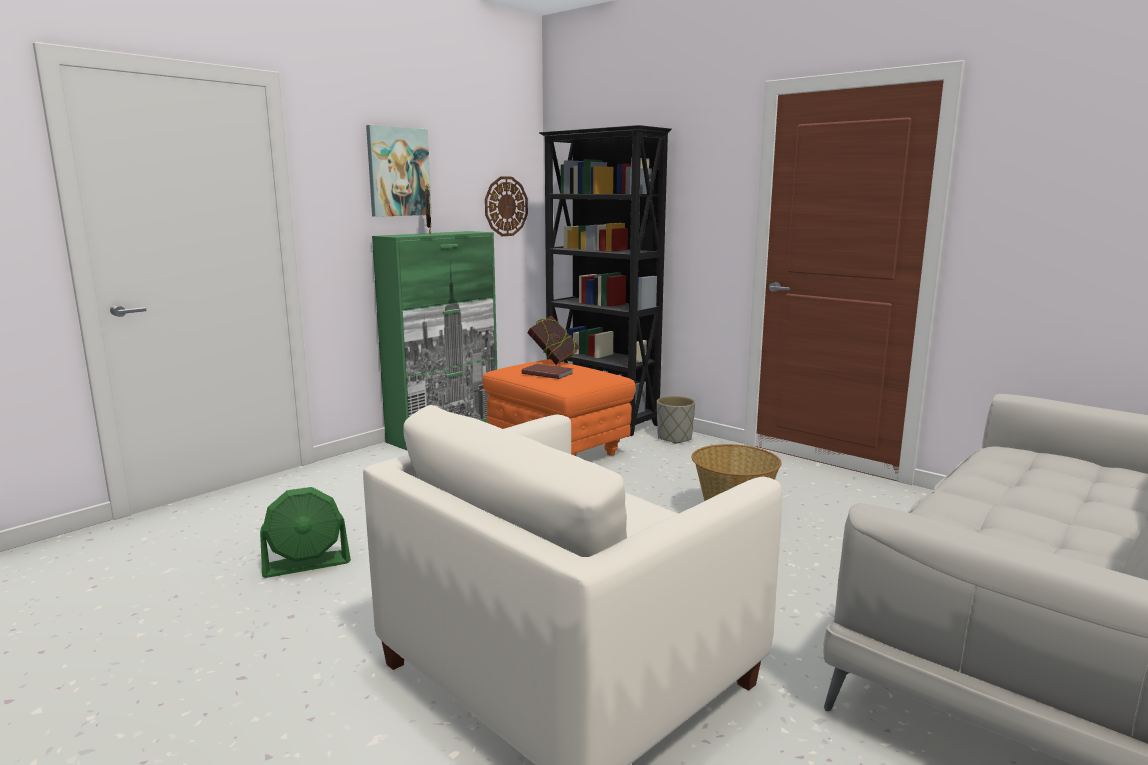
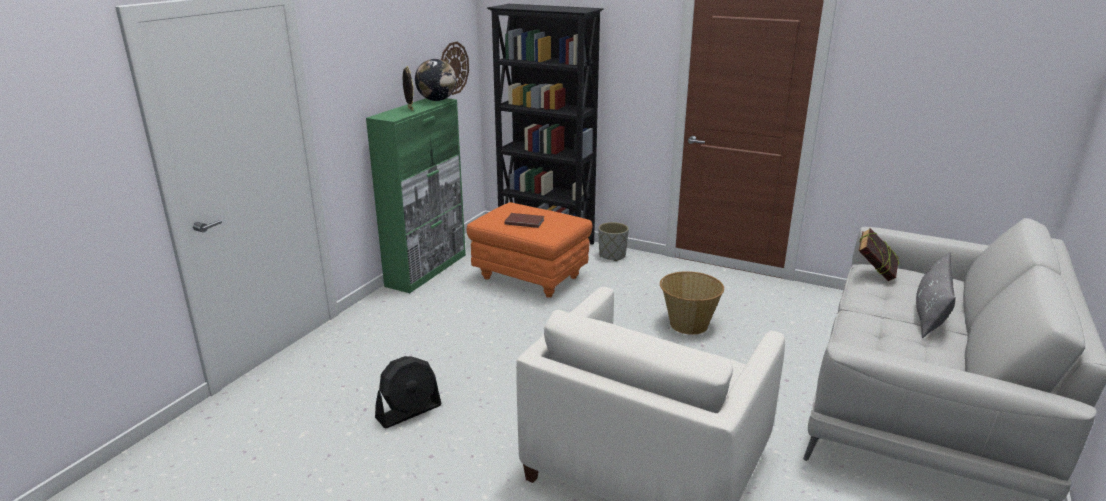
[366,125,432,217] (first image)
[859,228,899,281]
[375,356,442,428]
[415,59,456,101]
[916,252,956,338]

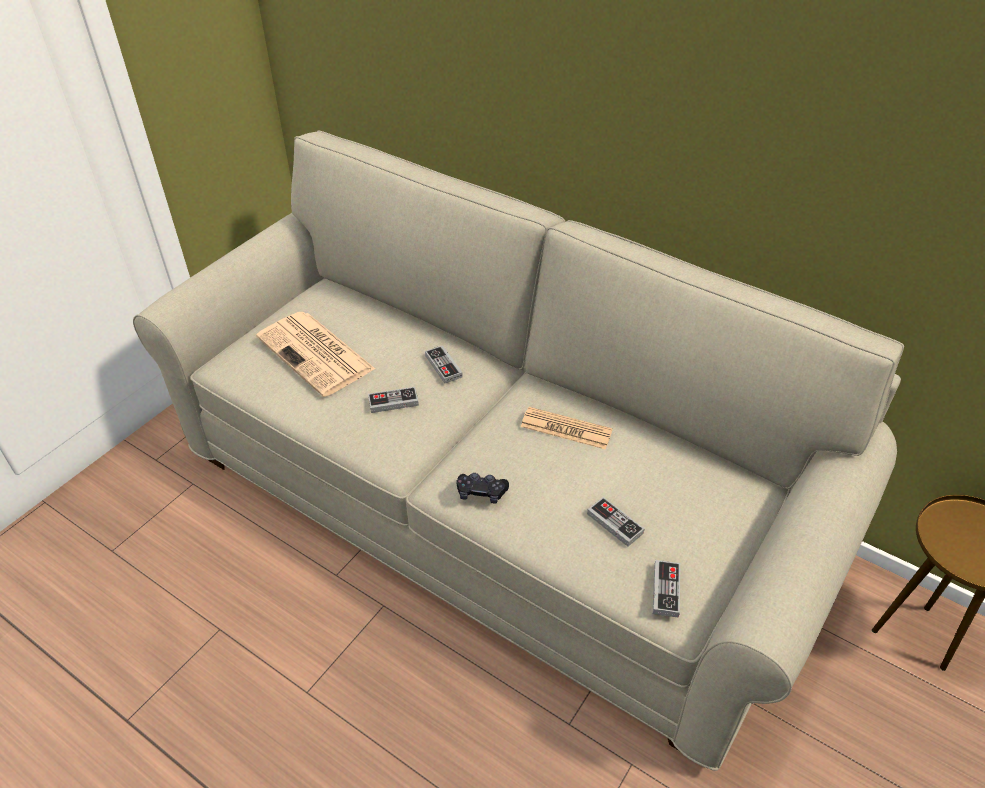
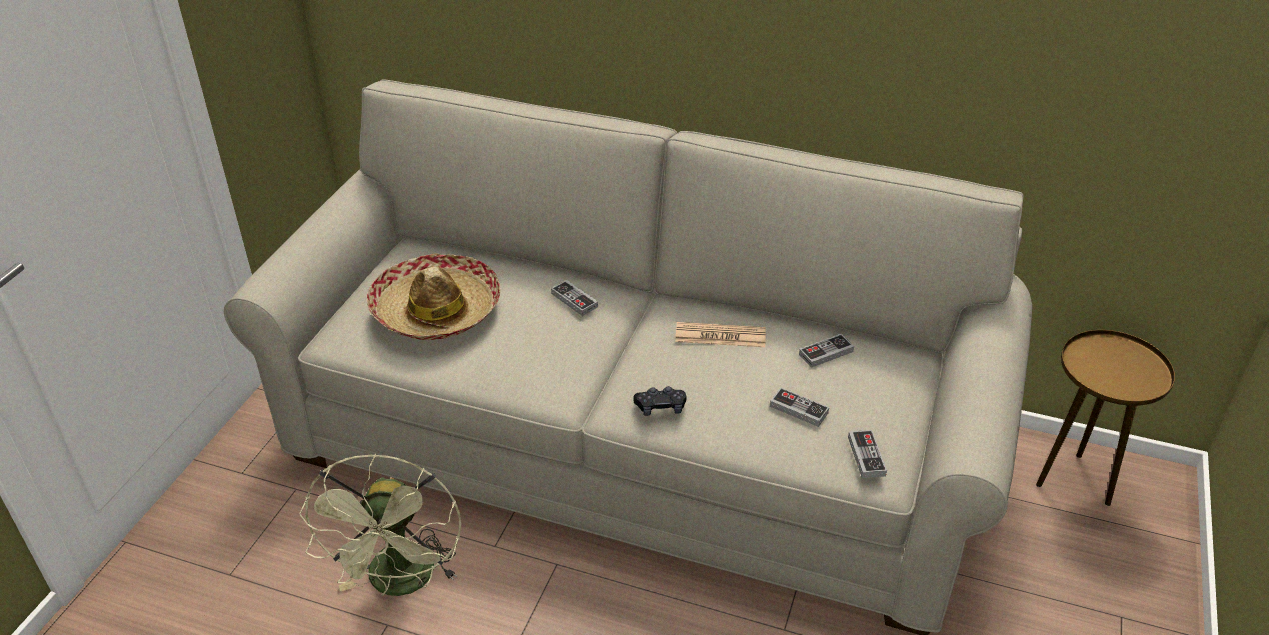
[367,253,500,340]
[799,334,854,368]
[299,454,461,596]

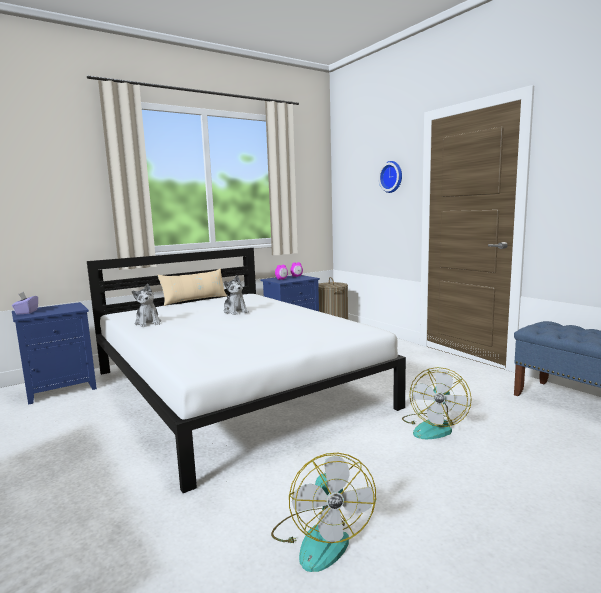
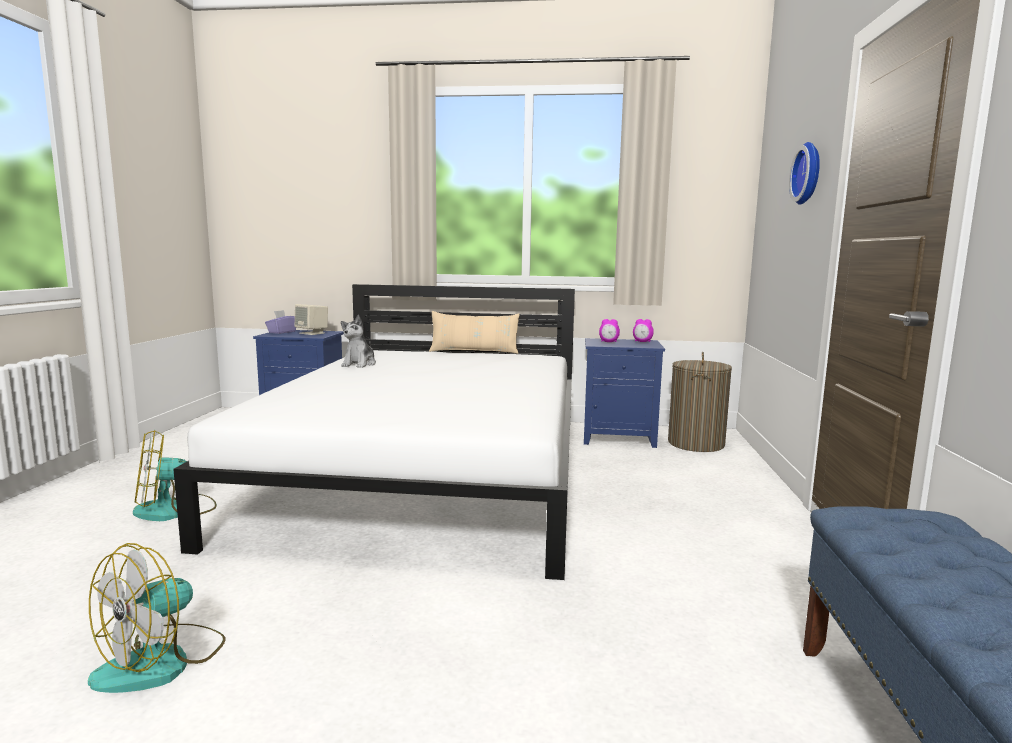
[223,275,249,315] (first image)
[133,430,217,521]
[295,304,328,335]

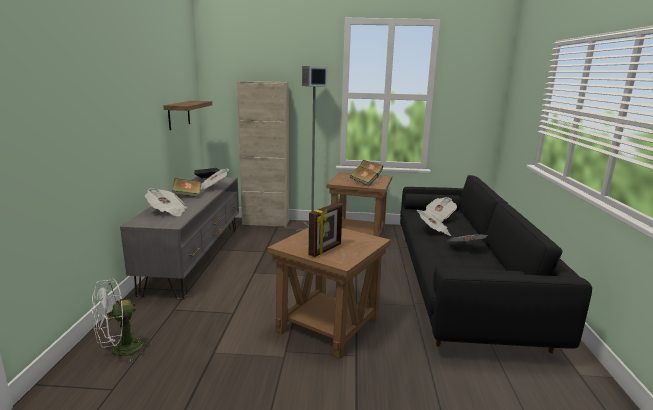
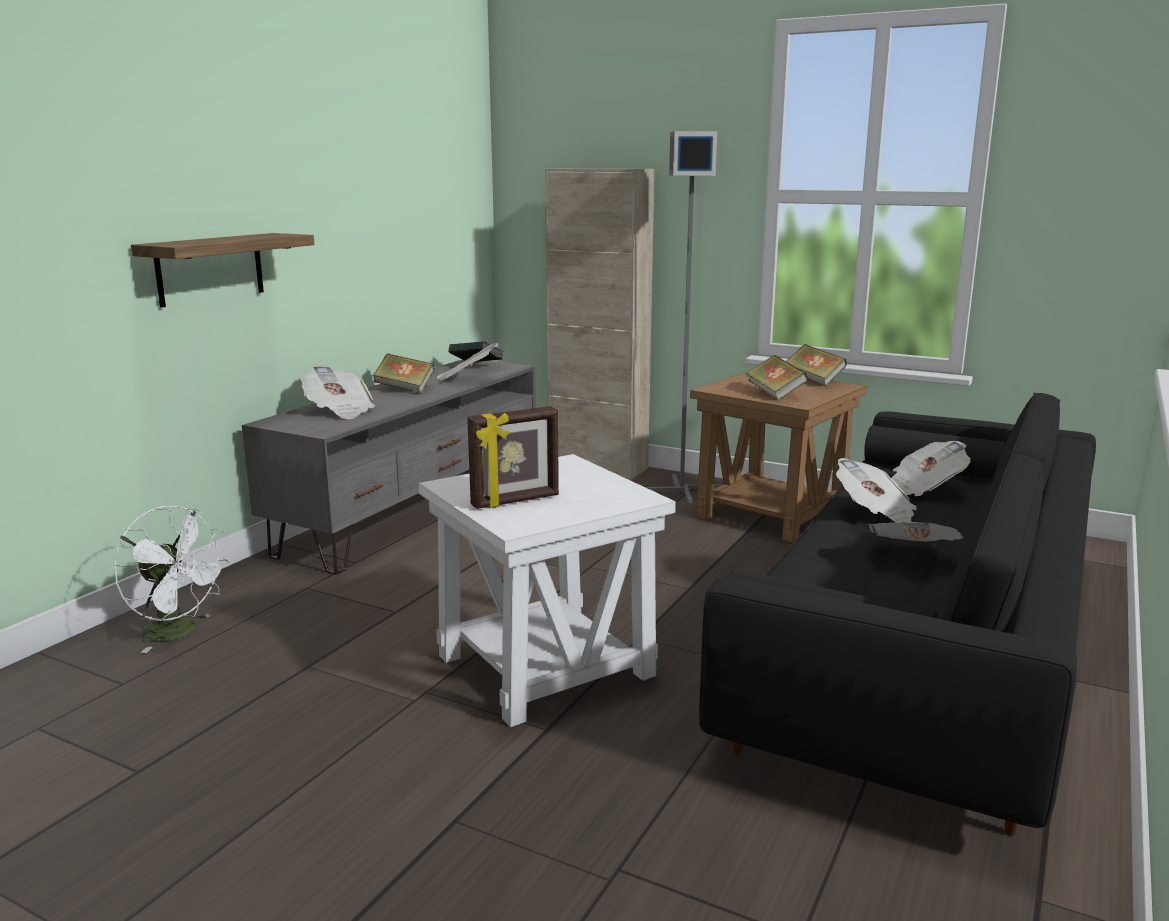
[131,233,314,308]
[418,454,676,727]
[114,506,230,653]

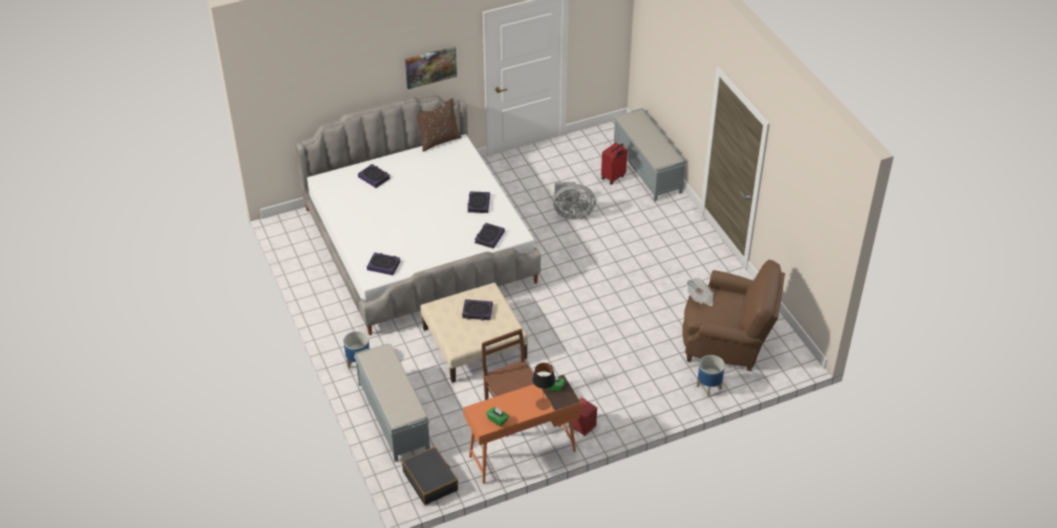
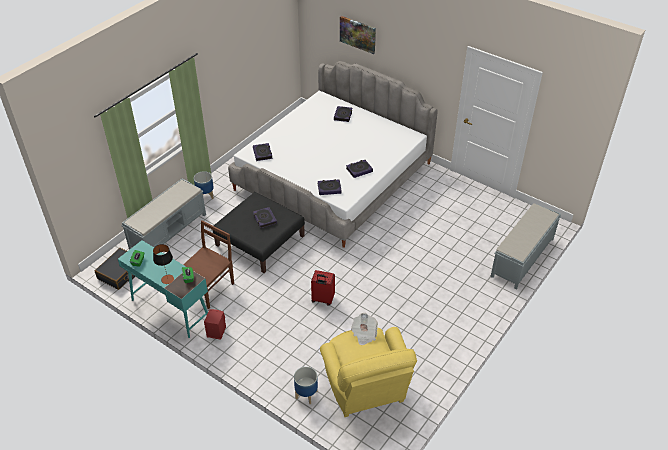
[340,16,376,54]
[417,98,462,152] (first image)
[311,270,335,305]
[553,182,596,220] (first image)
[320,327,417,417]
[213,192,305,273]
[118,240,208,338]

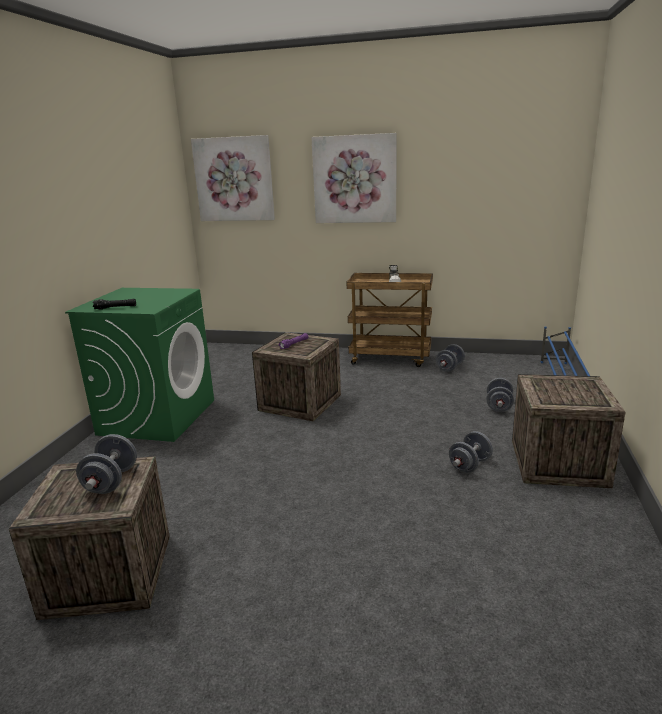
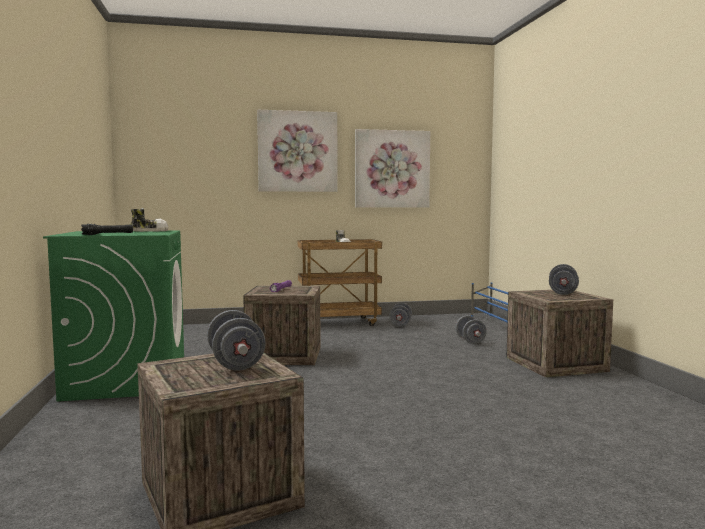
[355,129,430,208]
[549,264,579,295]
[130,208,168,232]

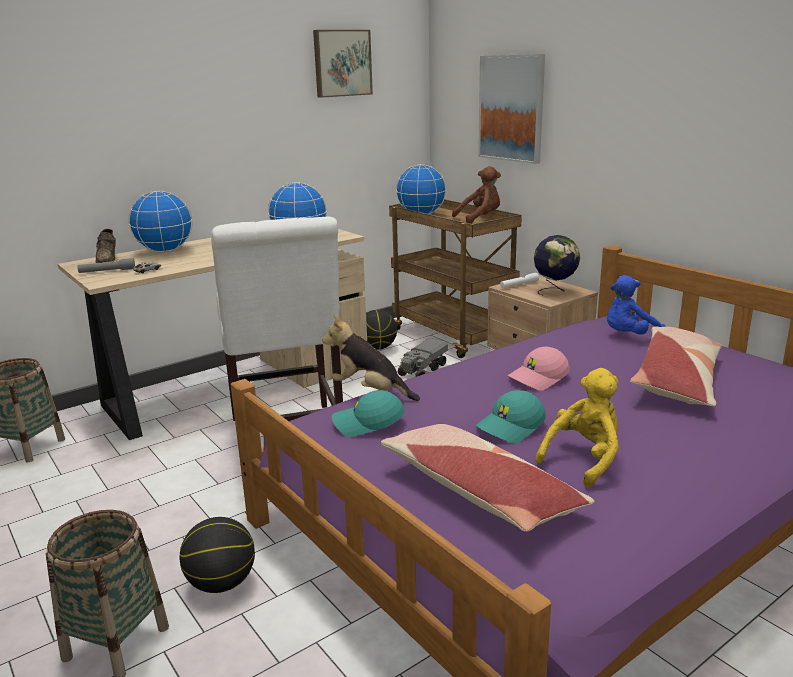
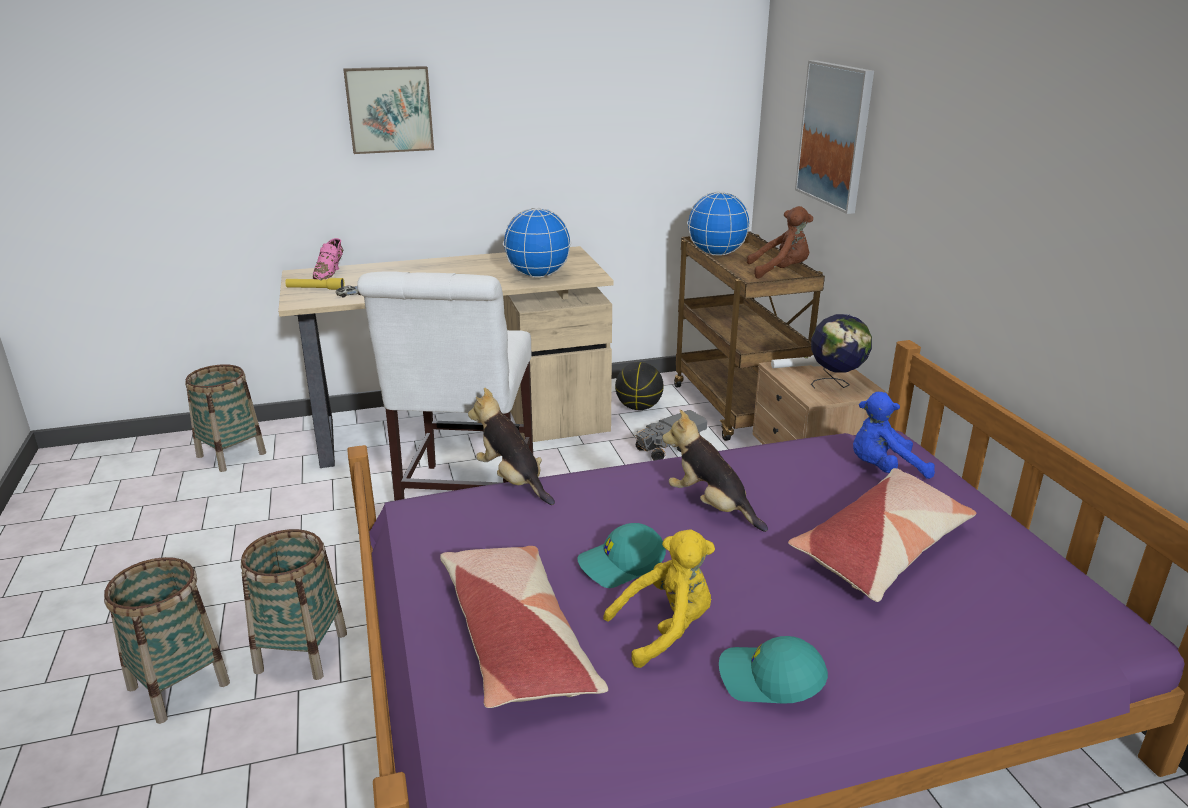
[343,66,434,154]
[128,191,193,252] (first image)
[313,238,343,279]
[285,278,345,290]
[662,410,768,532]
[719,636,828,704]
[241,529,347,680]

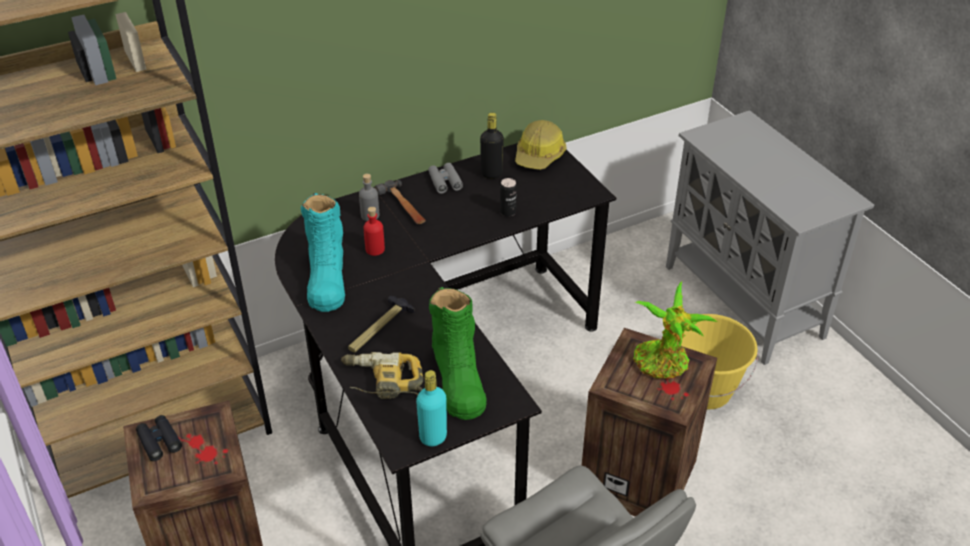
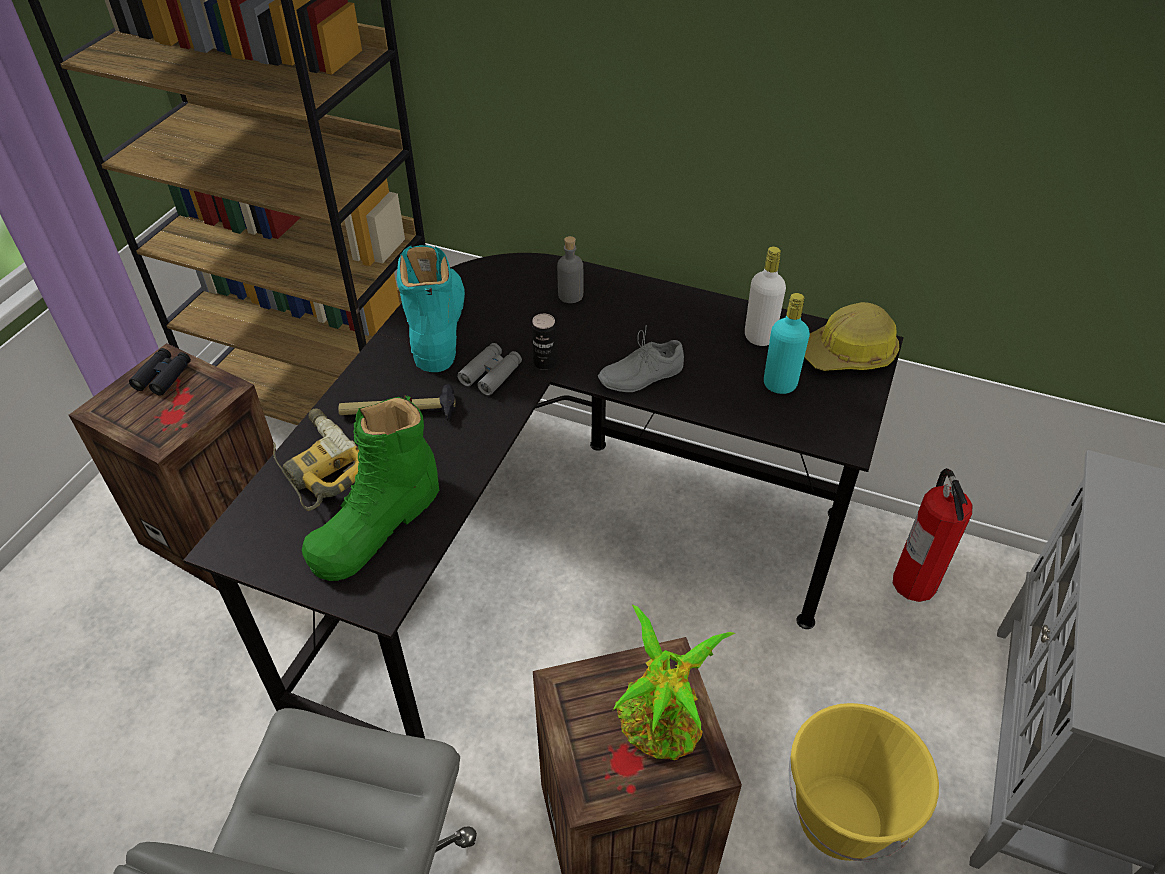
[745,247,786,346]
[457,343,522,395]
[532,314,557,370]
[375,180,426,224] (first image)
[397,245,465,372]
[364,207,385,256] (first image)
[764,293,810,394]
[598,325,684,392]
[893,468,972,602]

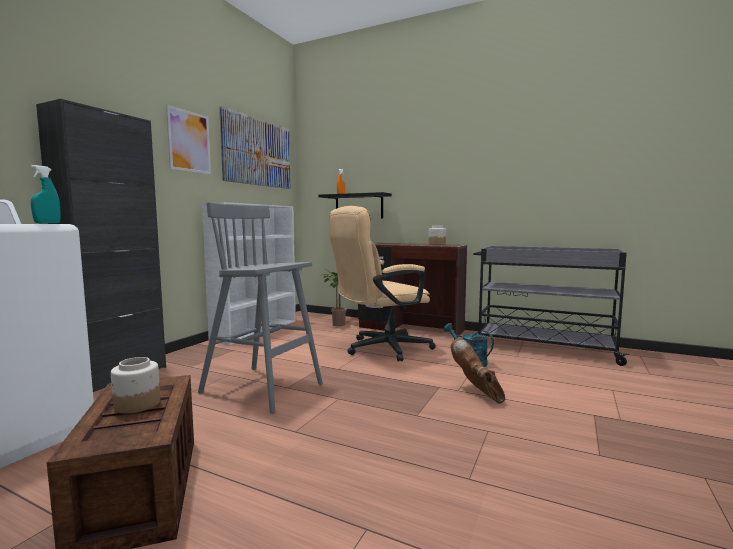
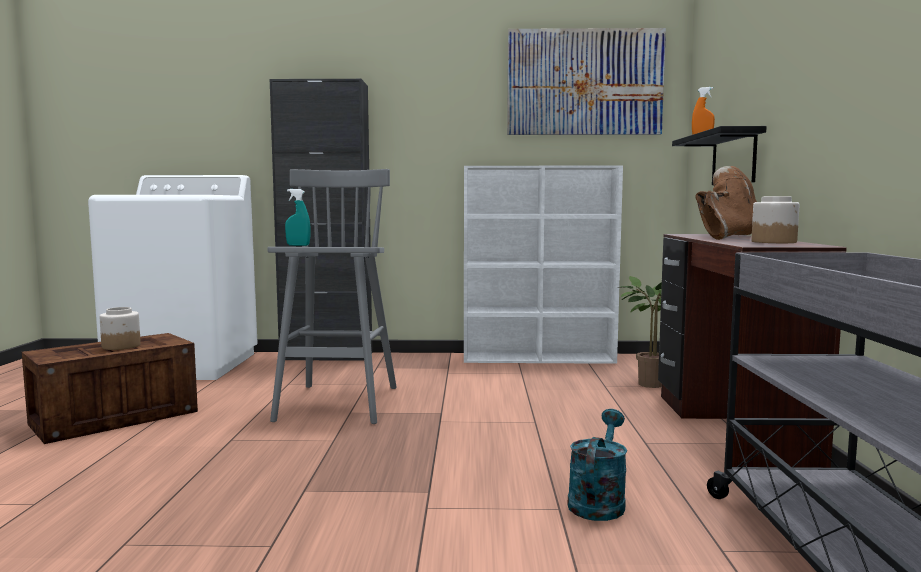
[166,105,211,174] (first image)
[285,189,311,246]
[329,206,436,361] (first image)
[695,166,757,240]

